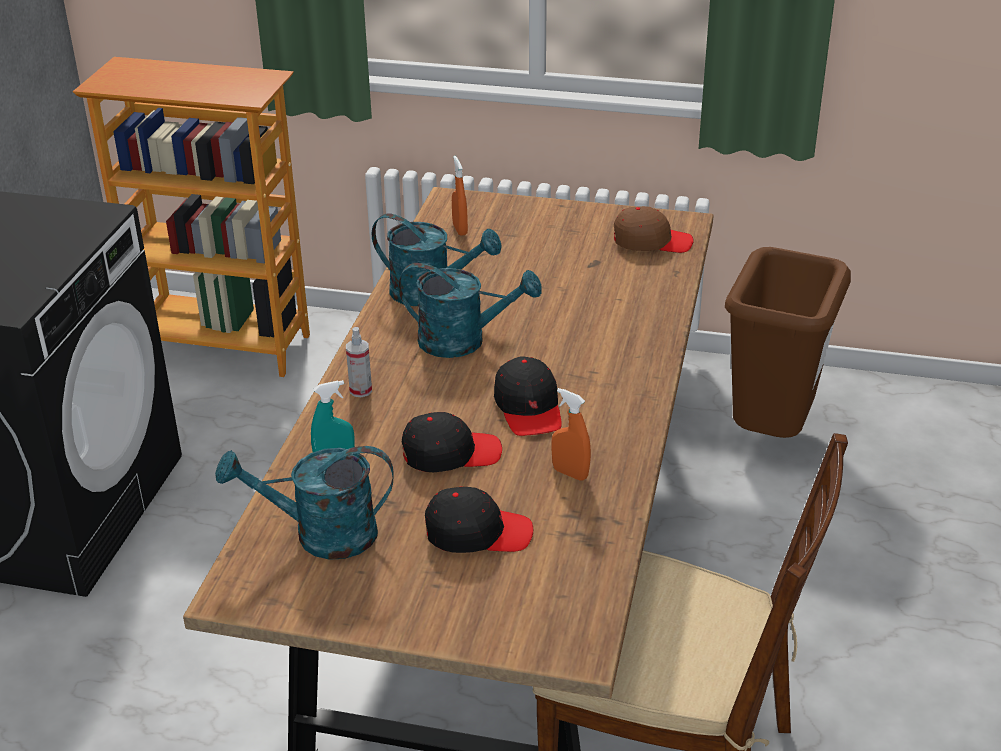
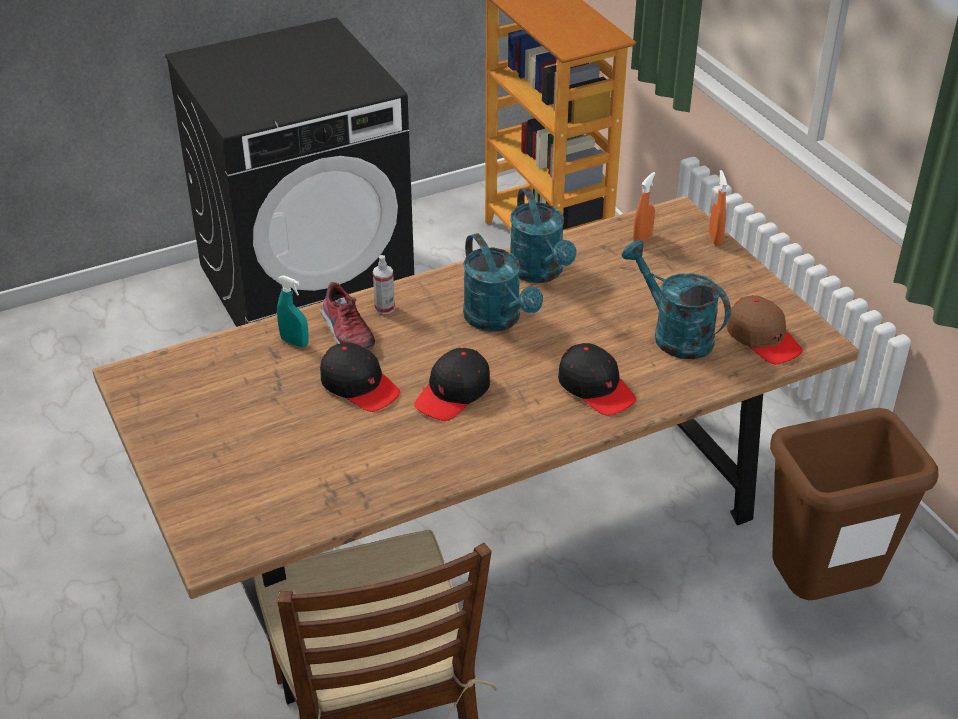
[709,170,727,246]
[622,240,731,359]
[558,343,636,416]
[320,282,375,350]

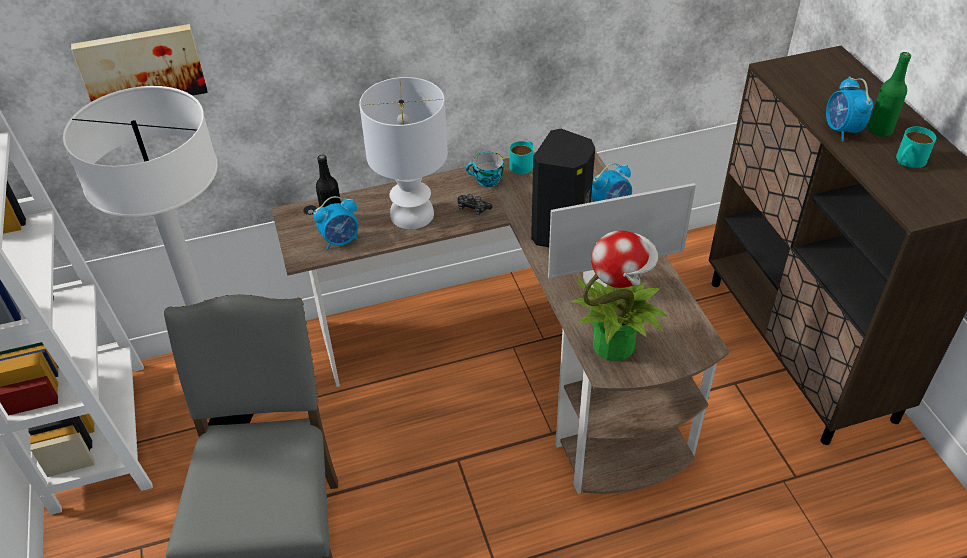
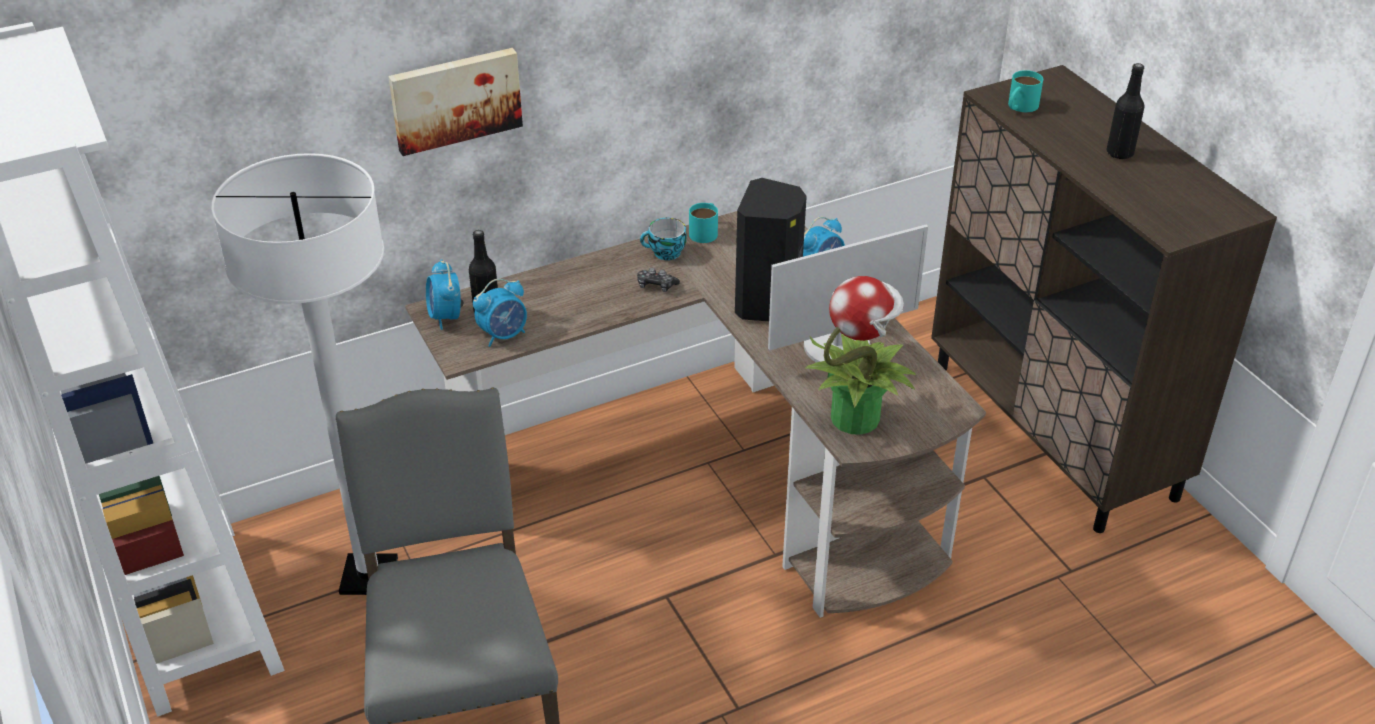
[388,48,523,156]
[1106,63,1144,160]
[359,77,448,229] (first image)
[426,259,461,330]
[1008,70,1043,112]

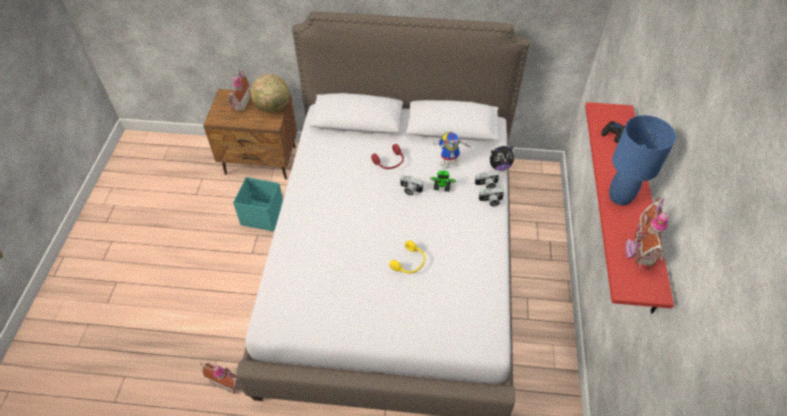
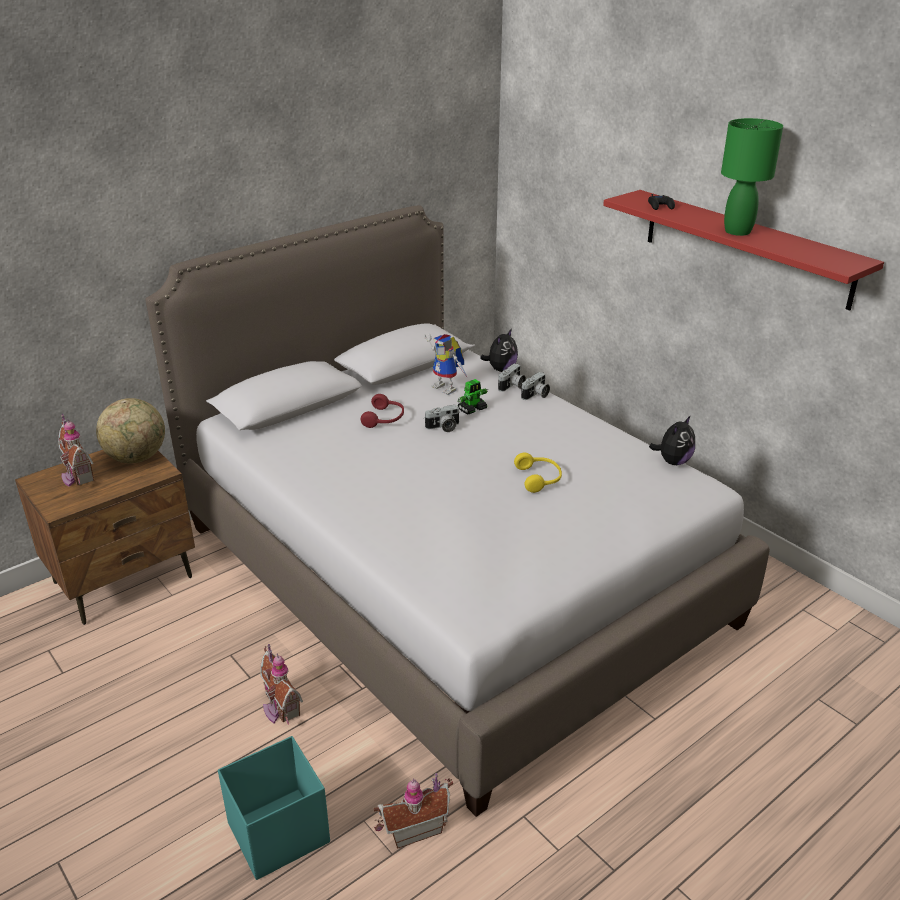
[721,118,783,236]
[424,333,467,395]
[218,736,330,880]
[260,644,303,725]
[649,415,695,465]

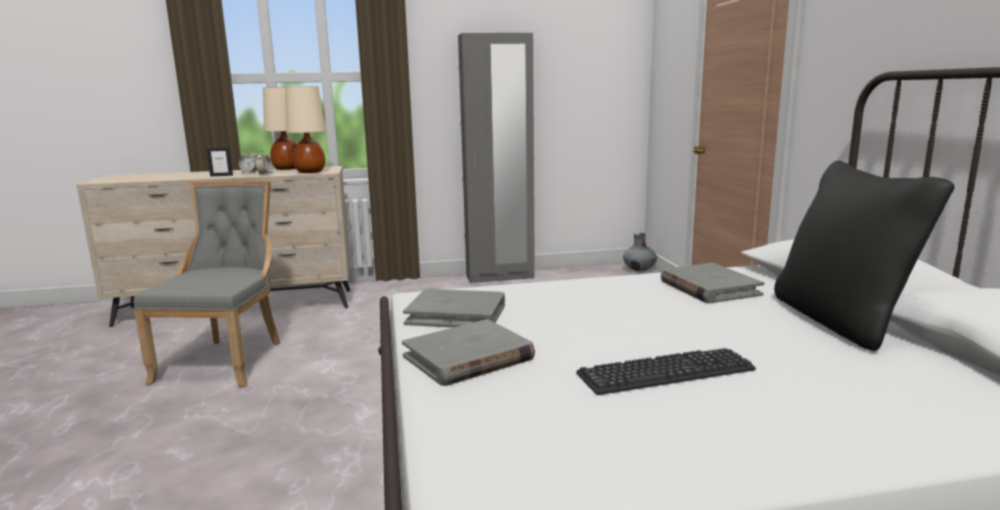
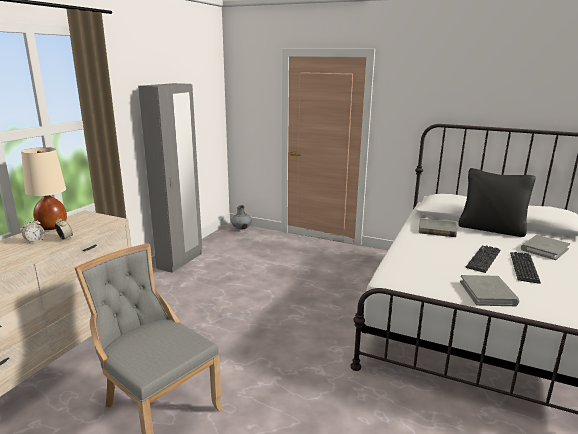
[285,86,326,173] (first image)
[206,147,233,177] (first image)
[521,235,570,260]
[466,246,501,273]

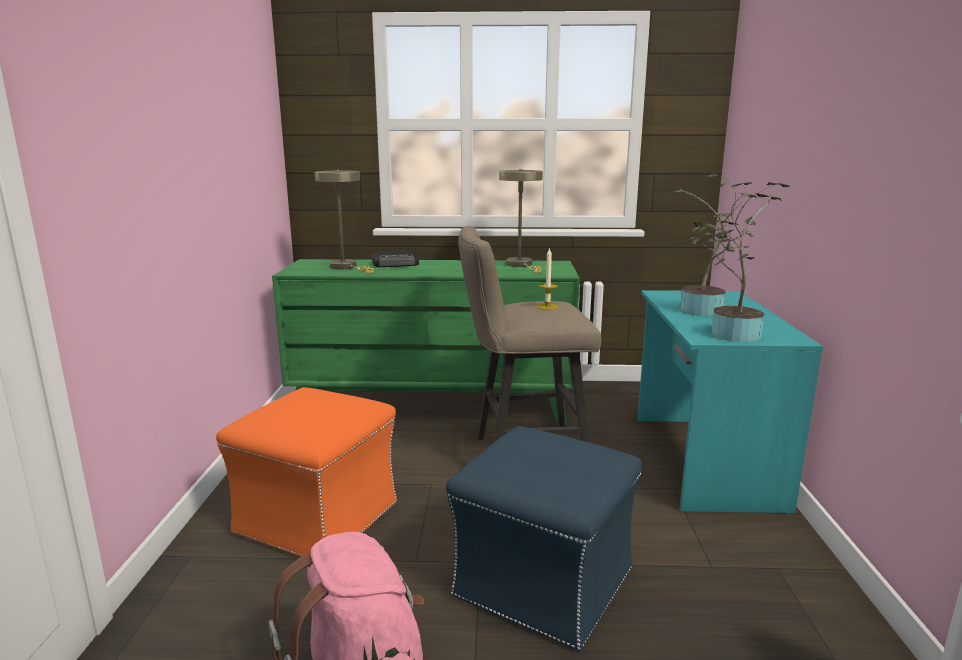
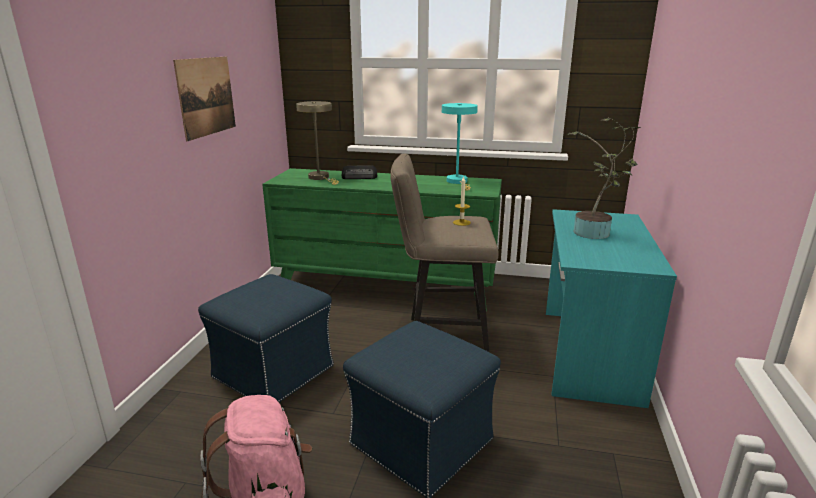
[442,103,478,191]
[688,182,789,342] (first image)
[198,274,334,402]
[173,57,236,141]

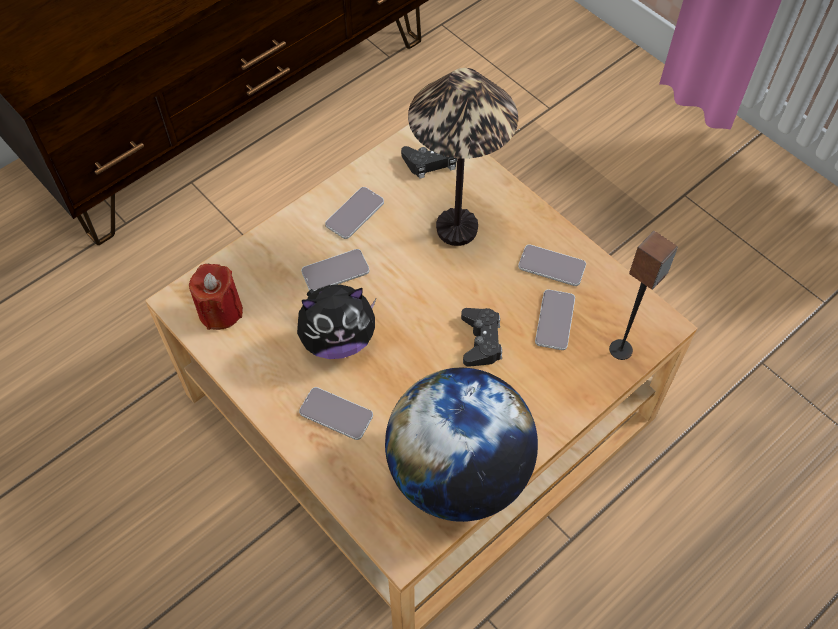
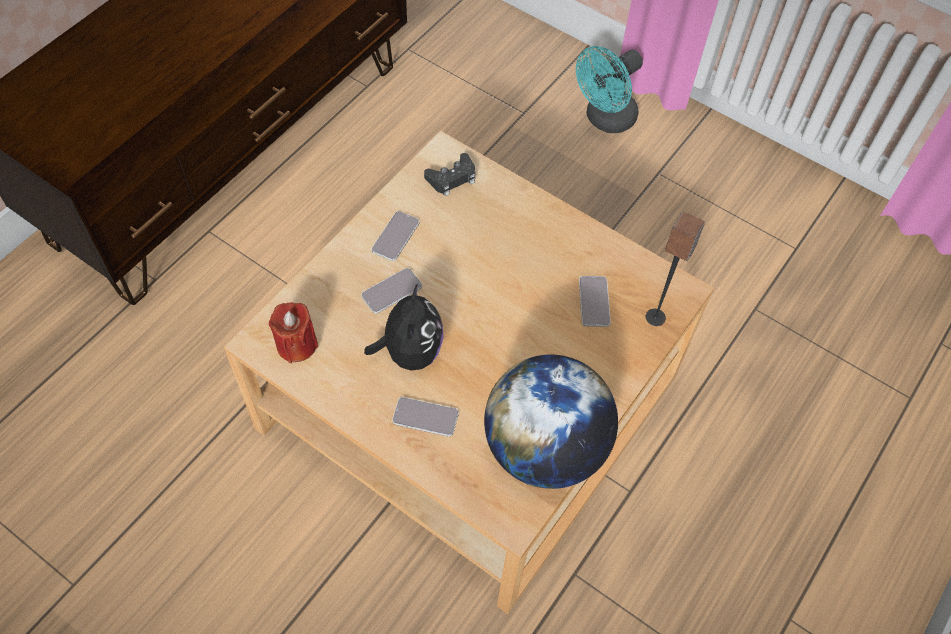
[408,68,518,246] (first image)
[518,244,586,286] (first image)
[364,283,444,371]
[461,308,502,367] (first image)
[576,46,643,133]

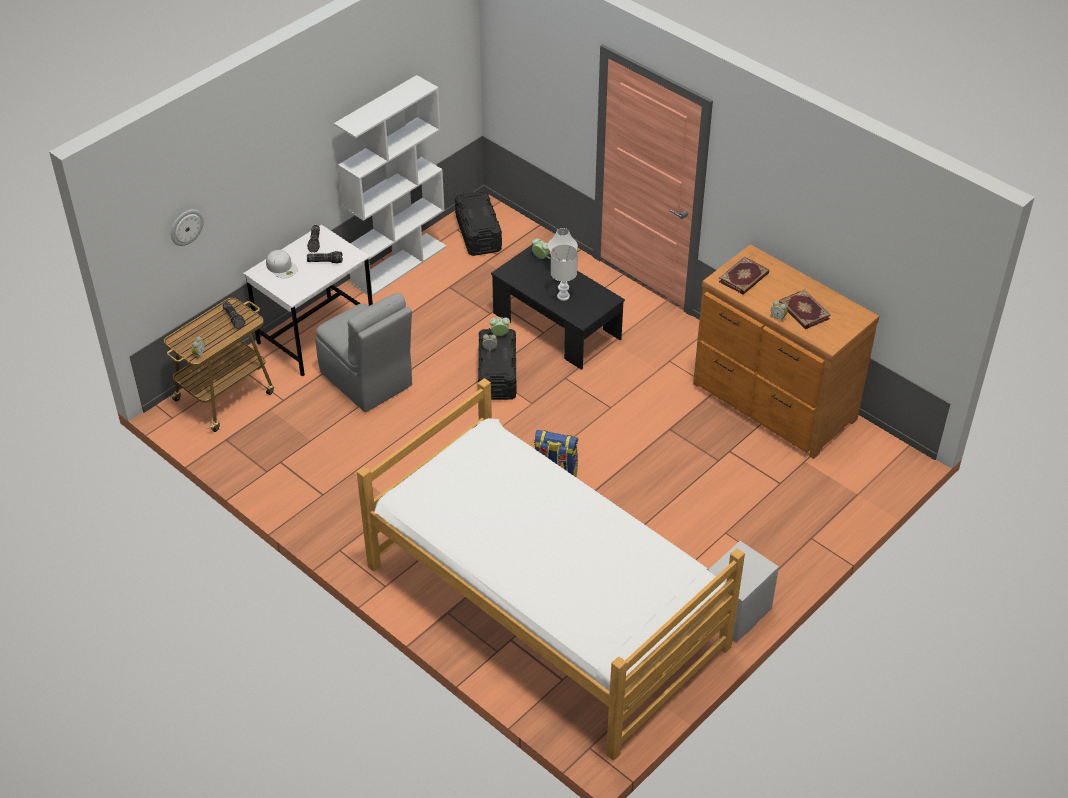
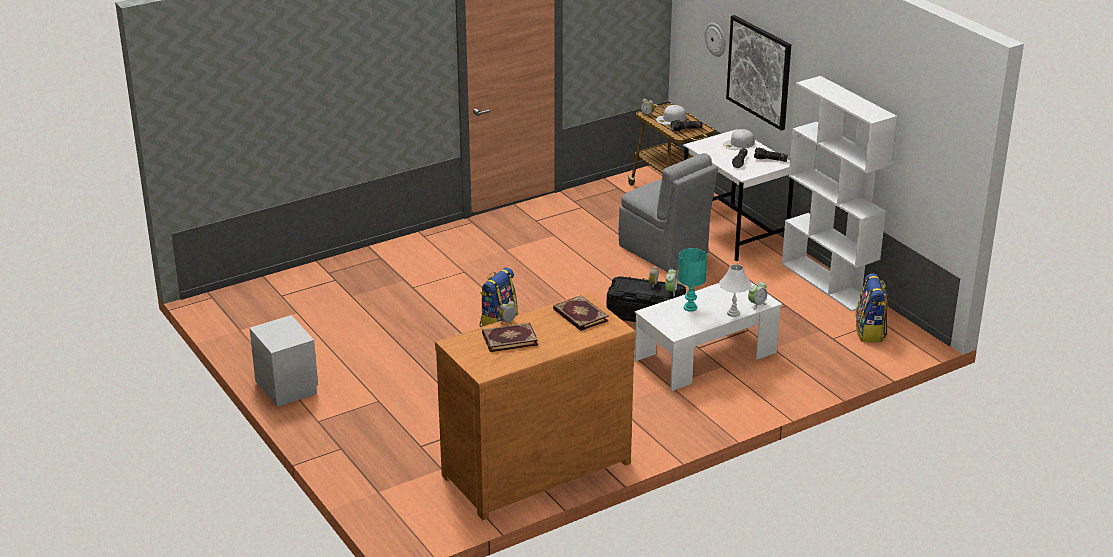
[855,273,888,343]
[678,248,707,312]
[635,282,782,391]
[619,153,718,272]
[357,378,745,761] (first image)
[726,15,791,131]
[656,105,686,125]

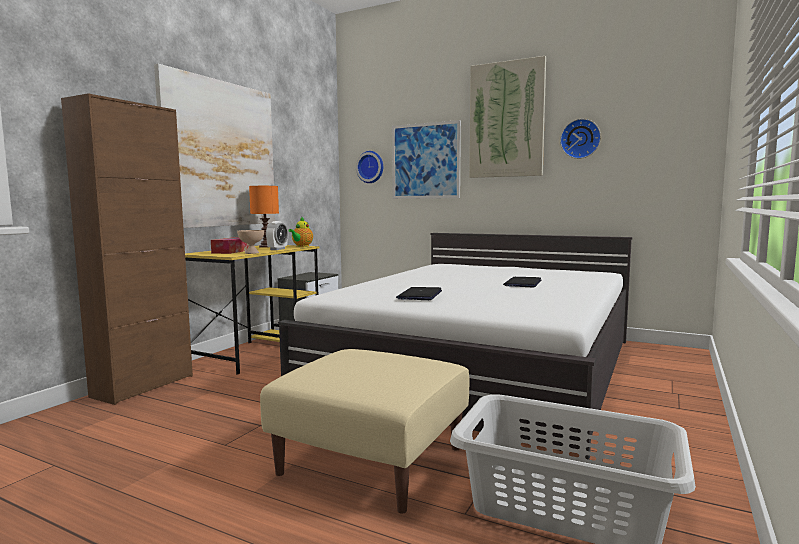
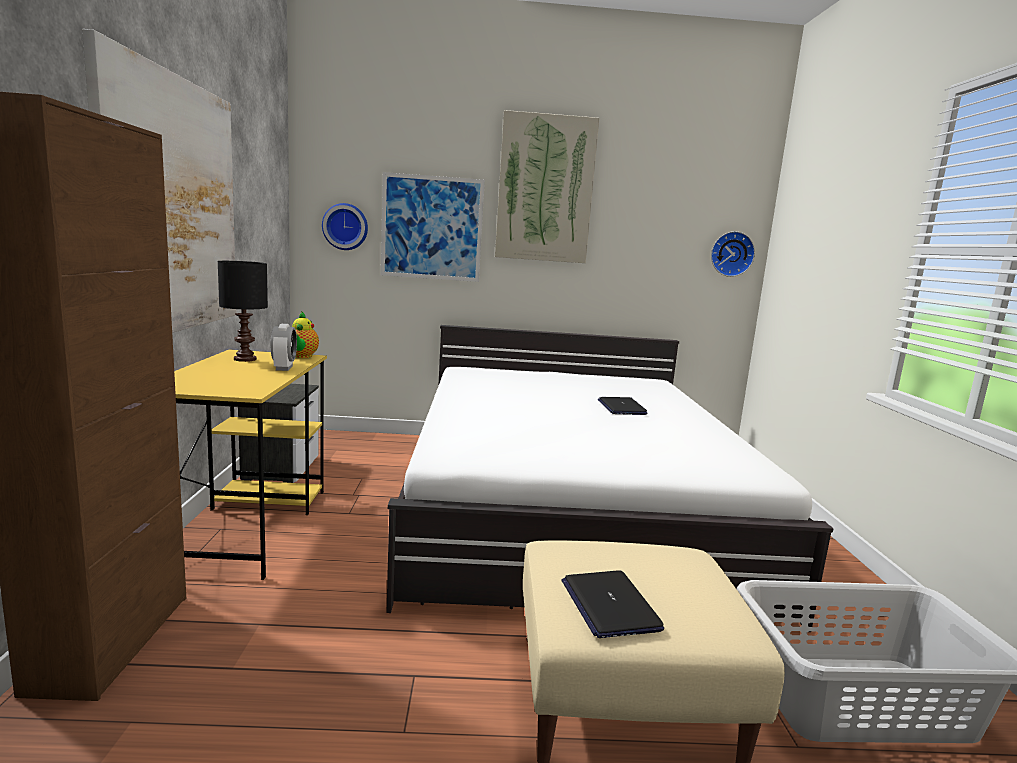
[711,231,755,277]
[218,261,268,362]
[237,230,264,254] (first image)
[211,237,249,254] (first image)
[562,570,664,638]

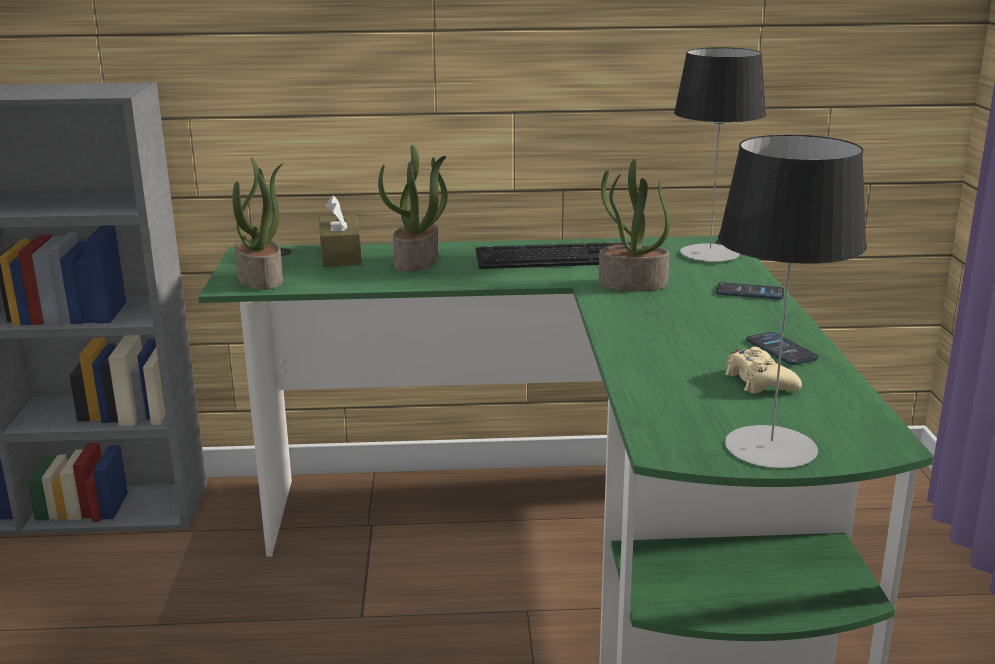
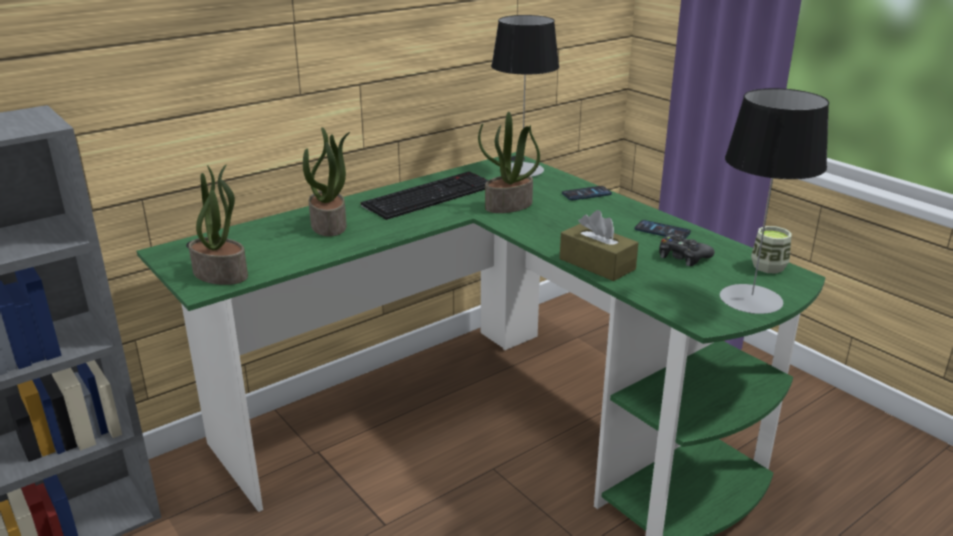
[560,210,638,281]
[659,234,715,266]
[751,226,792,273]

